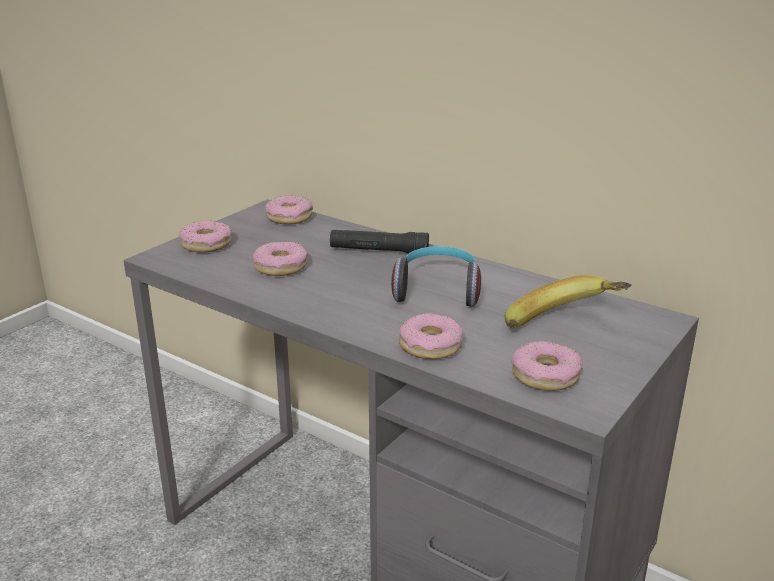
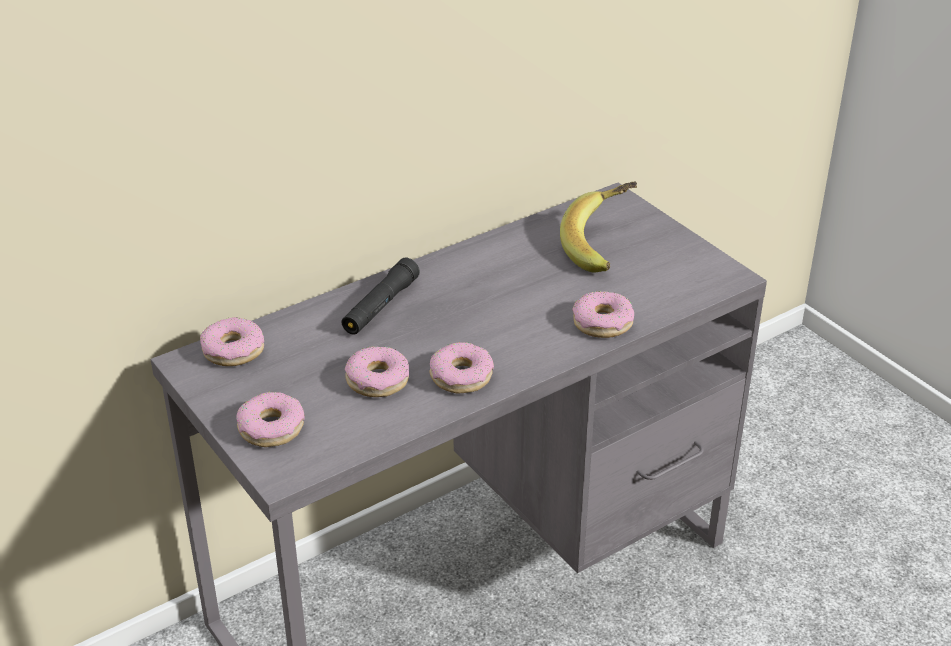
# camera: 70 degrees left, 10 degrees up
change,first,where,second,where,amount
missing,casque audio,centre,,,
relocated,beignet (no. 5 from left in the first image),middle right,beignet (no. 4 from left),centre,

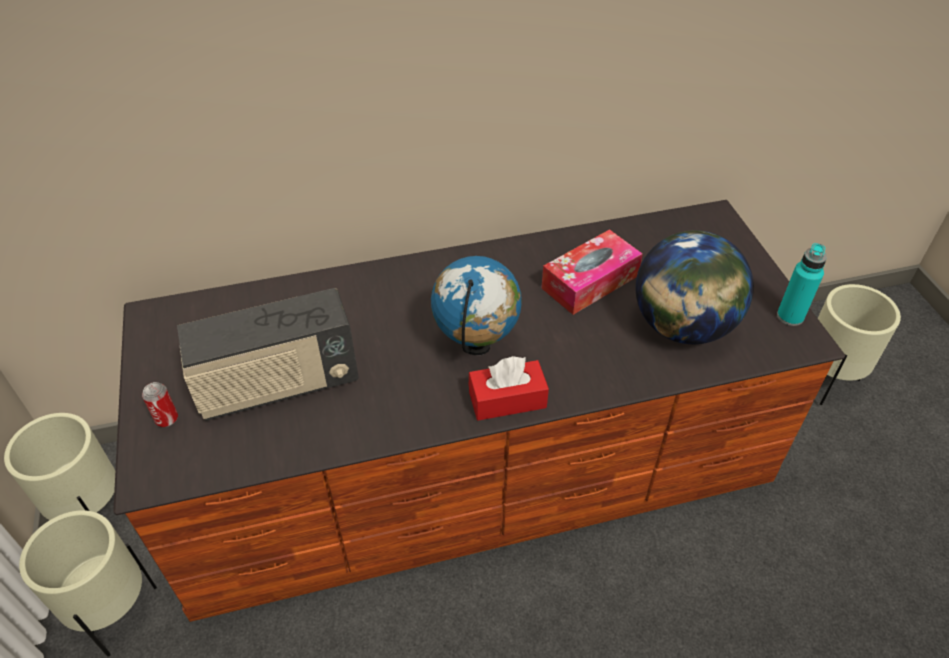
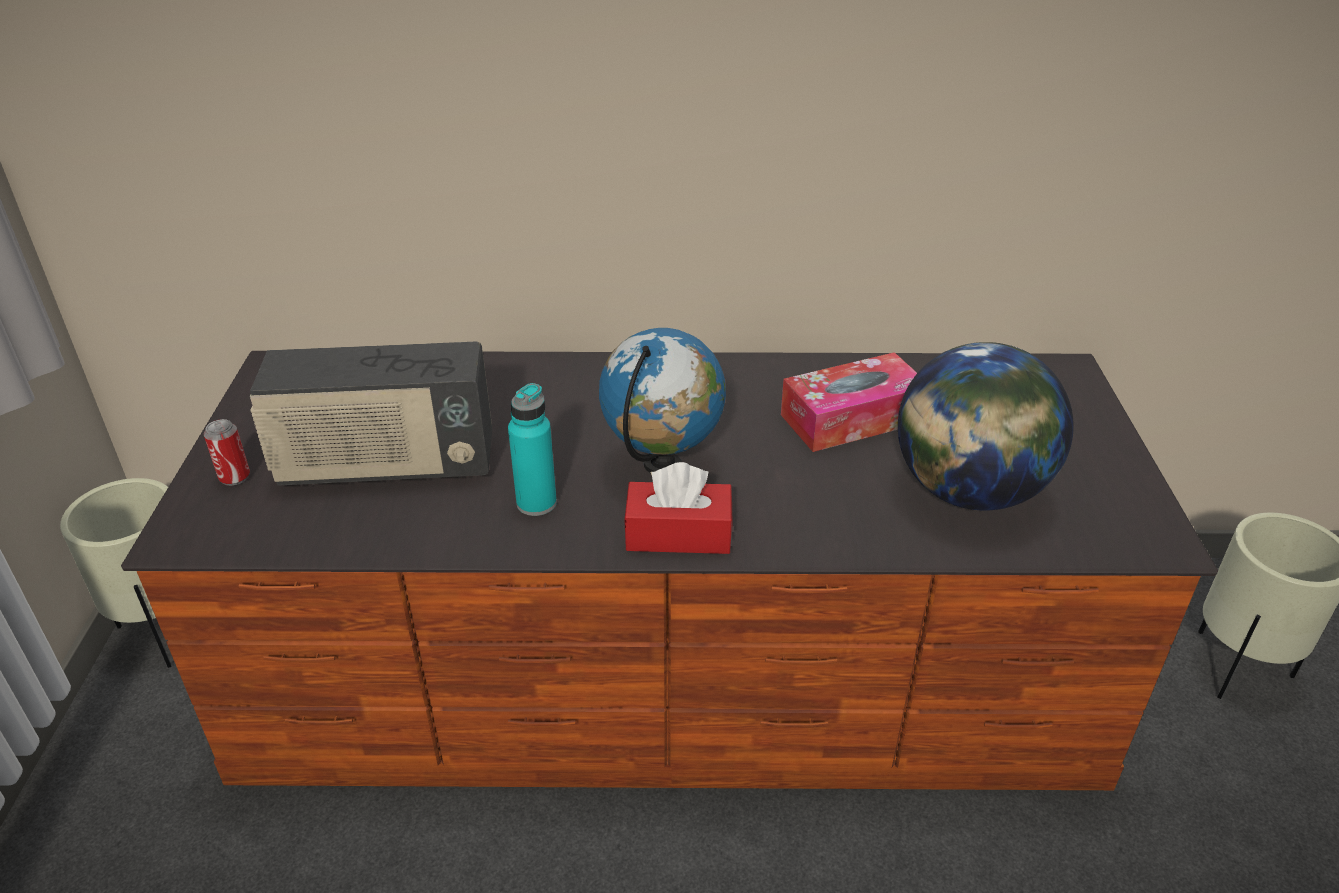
# camera: 15 degrees right, 10 degrees down
change,first,where,second,where,amount
missing,cache-pot [beige] (no. 2 from left),bottom left,,,
relocated,bouteille [turquoise],middle right,,centre,

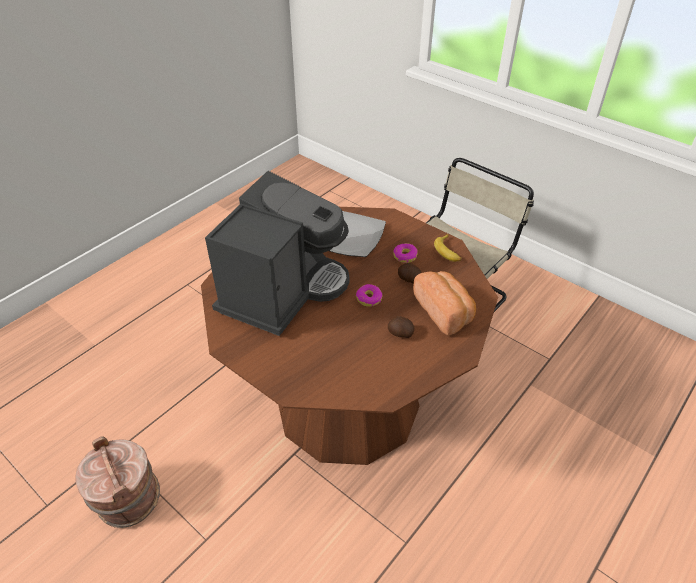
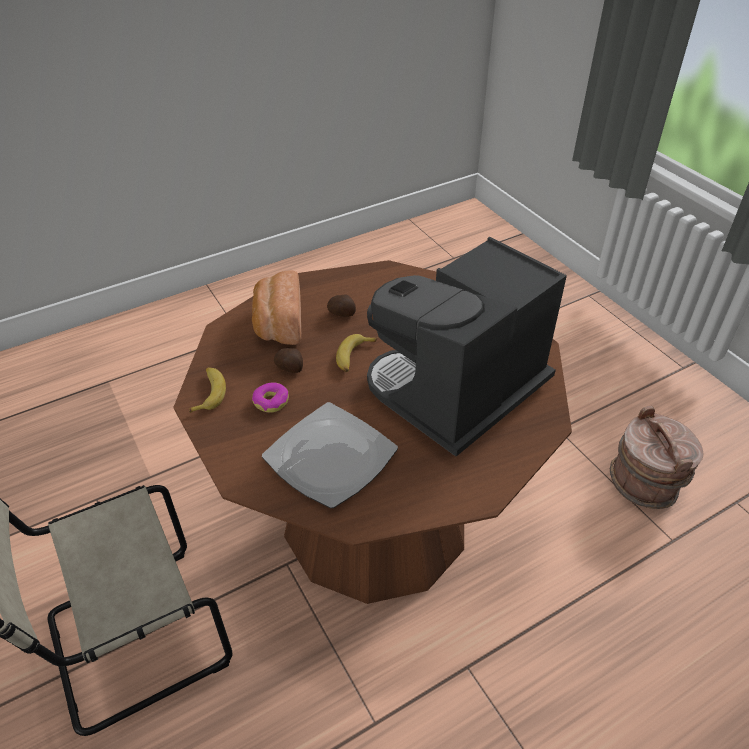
# camera: 160 degrees left, 0 degrees up
change,first,where,second,where,amount
exchanged,beignet (no. 1 from left),centre,banane (no. 2 from left),centre,

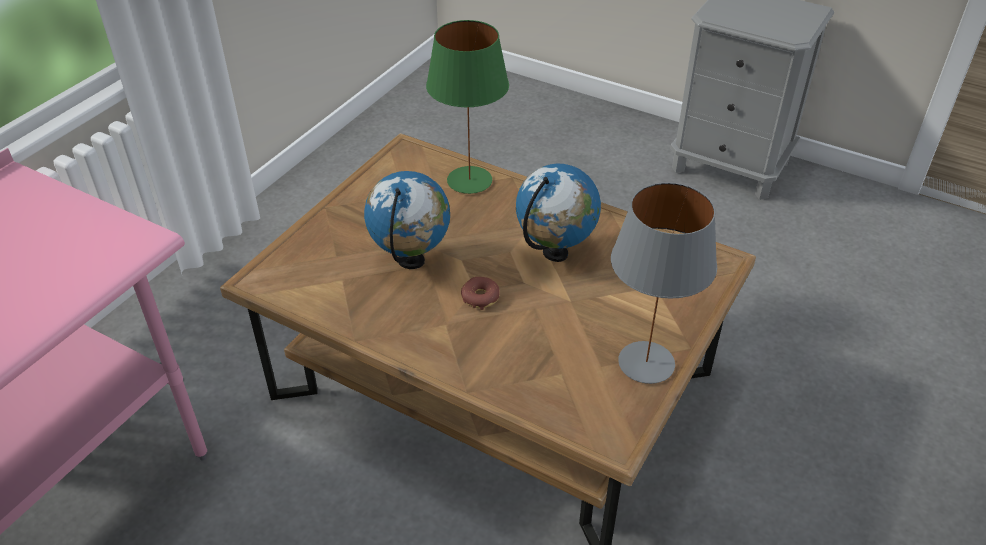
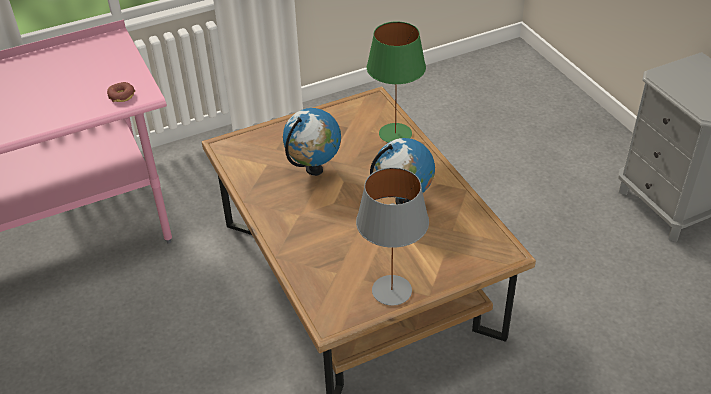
# camera: 35 degrees right, 0 degrees up
change,first,where,second,where,amount
relocated,beignet,centre,,top left,

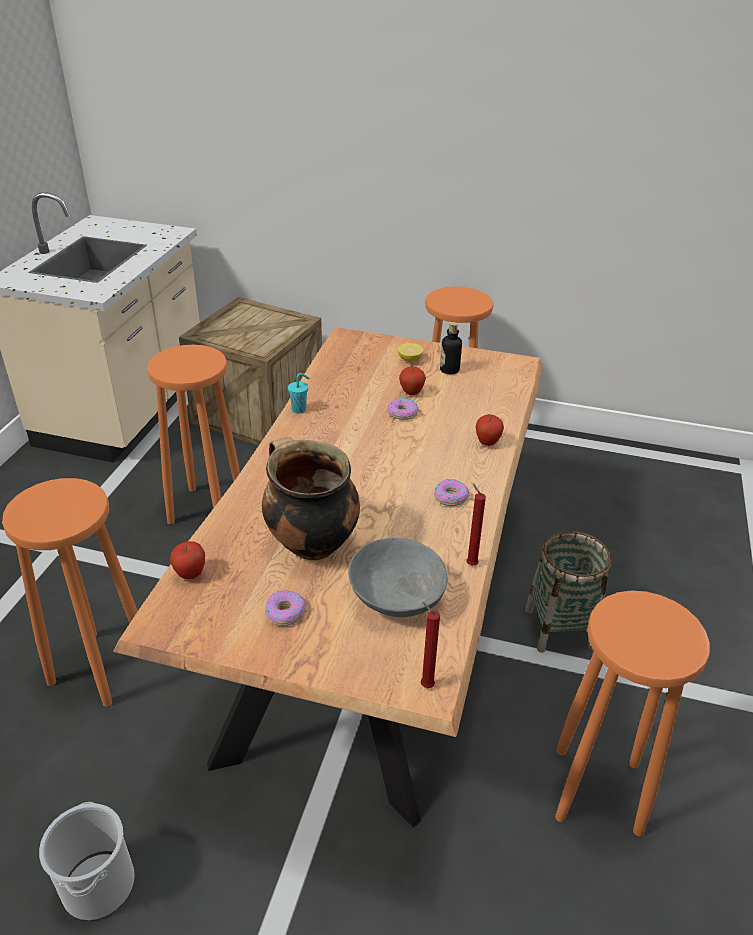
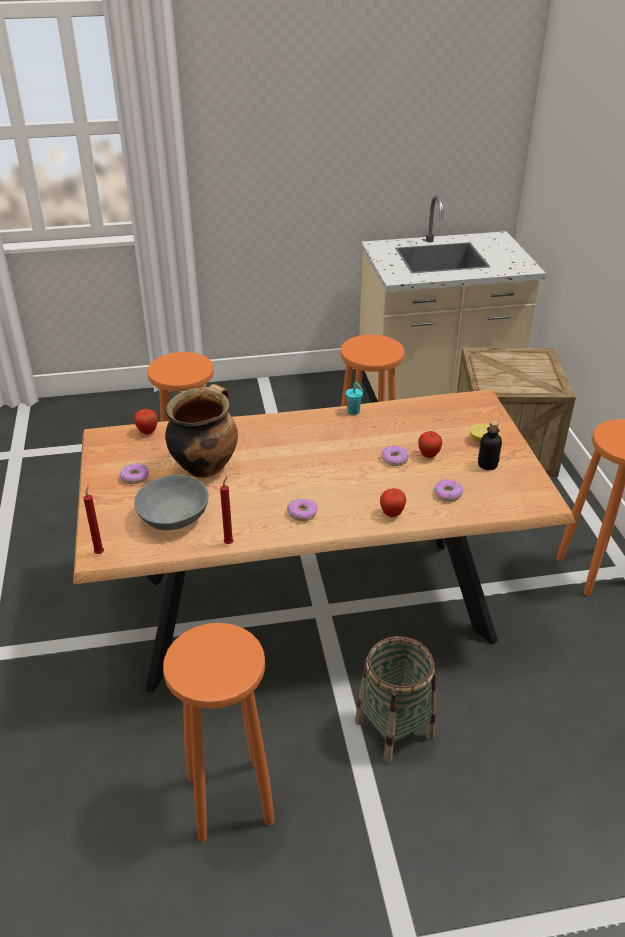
# camera: 65 degrees right, 0 degrees up
change,first,where,second,where,amount
missing,seau,bottom left,,,
appeared,,,beignet (no. 4 from left),middle right,

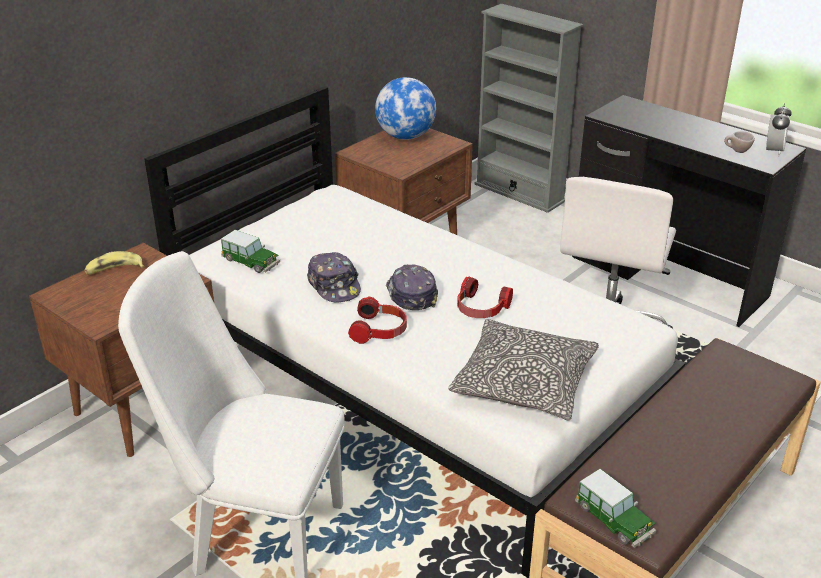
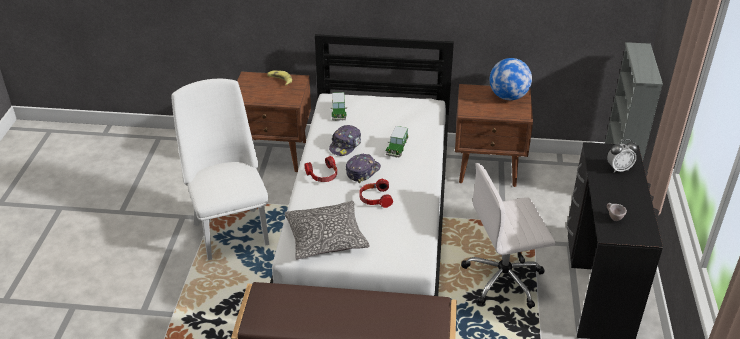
# camera: 55 degrees right, 5 degrees up
change,first,where,second,where,amount
relocated,petite voiture (no. 2 from left),bottom right,,centre,
relocated,réveil,top right,,middle right,

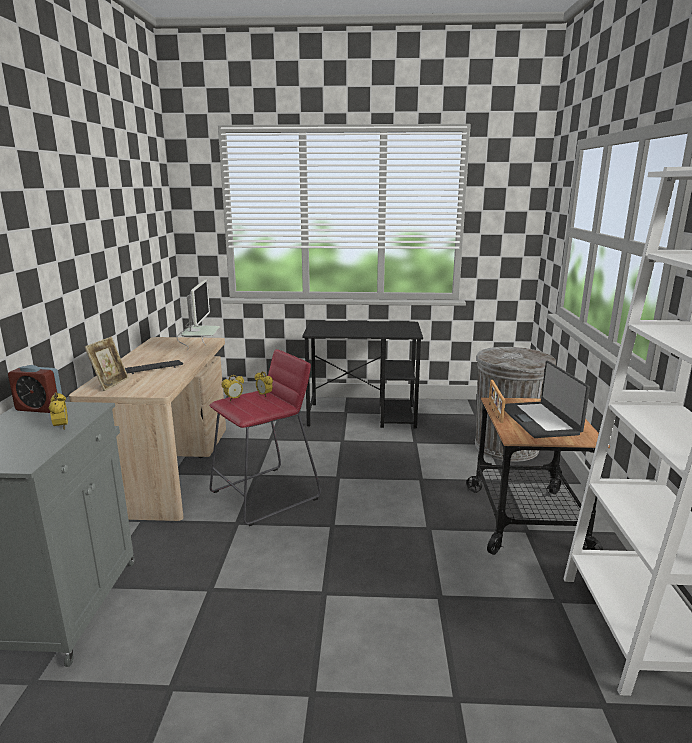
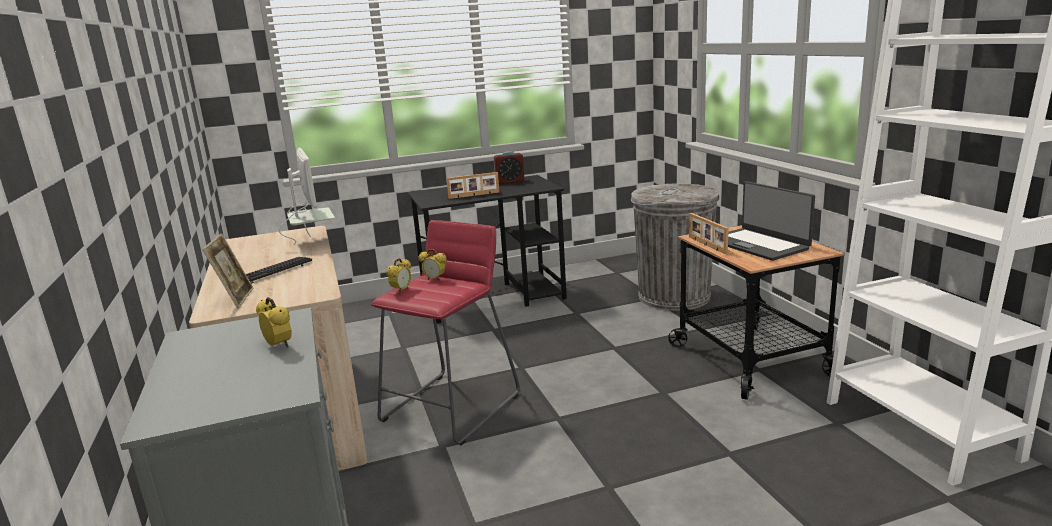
# camera: 20 degrees left, 0 degrees up
change,first,where,second,where,amount
appeared,,,cadre photo (no. 2 from left),centre,
relocated,réveil (no. 1 from left in the first image),middle left,réveil (no. 4 from left),top centre,

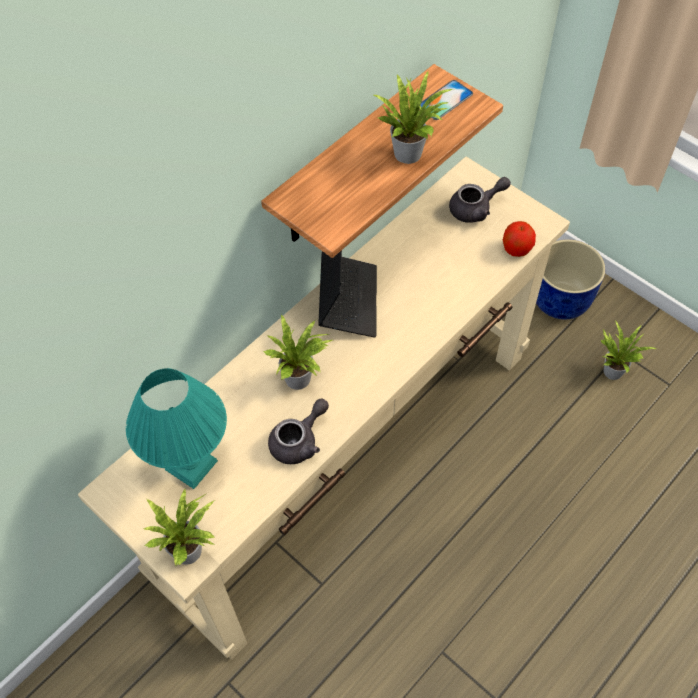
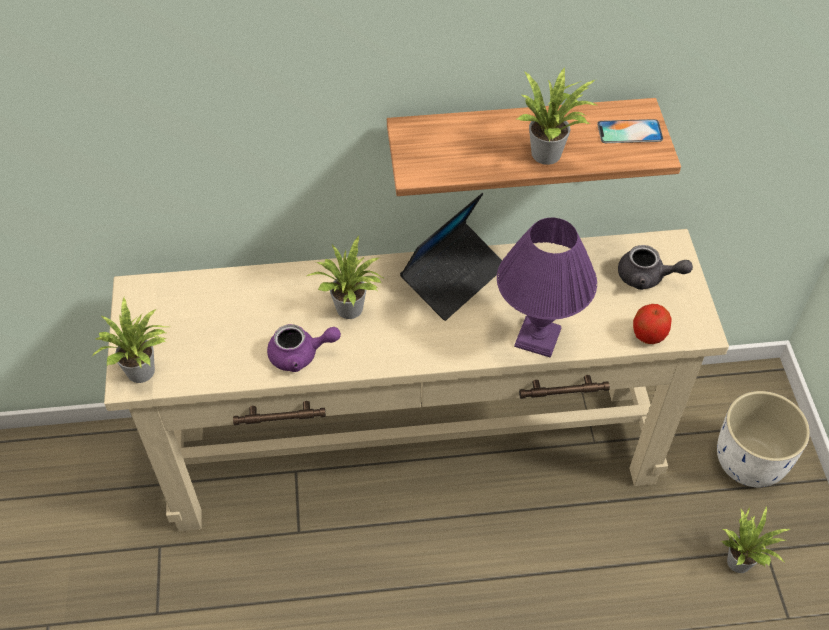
# camera: 40 degrees right, 5 degrees down
change,first,where,second,where,amount
missing,lampe de table [turquoise],middle left,,,
appeared,,,lampe de table [violet],centre,
colour,théière [gris] (no. 1 from left),centre,théière [violet],centre,
colour,cache-pot [bleu],middle right,cache-pot [blanc],bottom right,

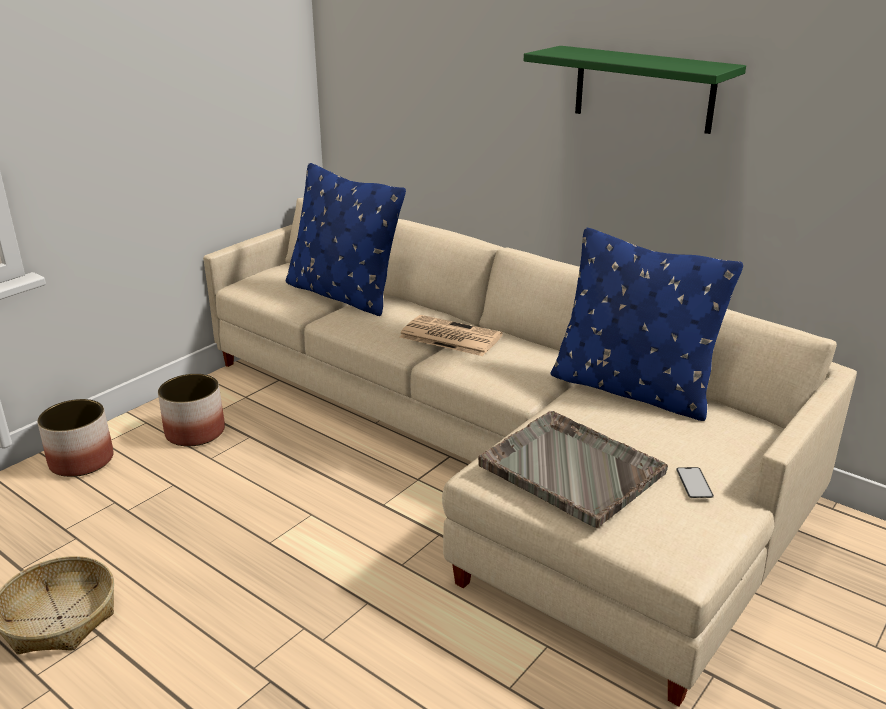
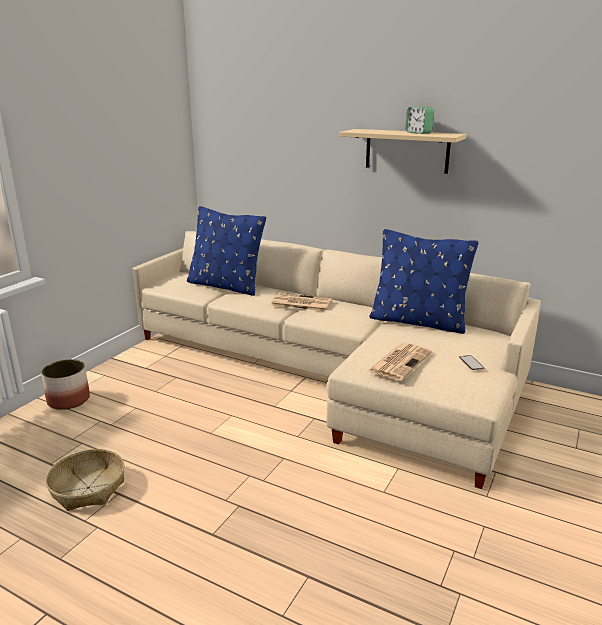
# camera: 10 degrees left, 5 degrees down
change,first,where,second,where,amount
missing,cache-pot (no. 2 from left),middle left,,,
appeared,,,réveil,top right,
exchanged,plateau [gris],centre,journal (no. 2 from left),centre,
colour,étagère [vert],top right,étagère [beige],top right,

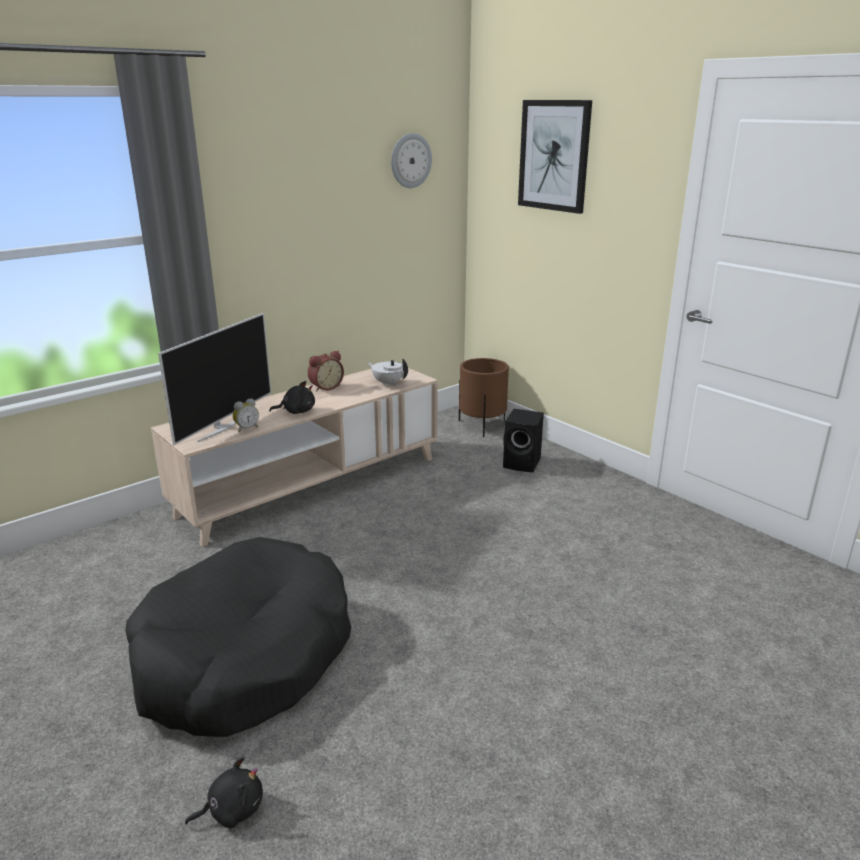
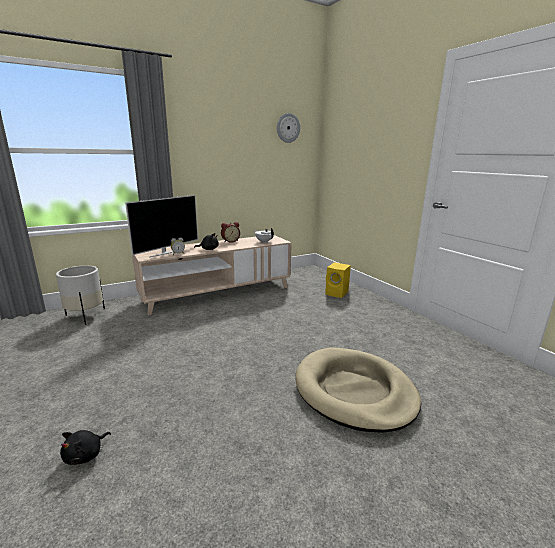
# camera: 10 degrees right, 5 degrees down
change,first,where,second,where,amount
missing,panier pour chien [noir],bottom left,,,
missing,cache-pot [marron],centre,,,
missing,tableau,top centre,,,
appeared,,,cache-pot [blanc],middle left,
appeared,,,panier pour chien [beige],bottom centre,
colour,enceinte [noir],centre,enceinte [jaune],centre,
spun,peluche [noir] (no. 1 from left),bottom left,,bottom left,135 degrees clockwise

